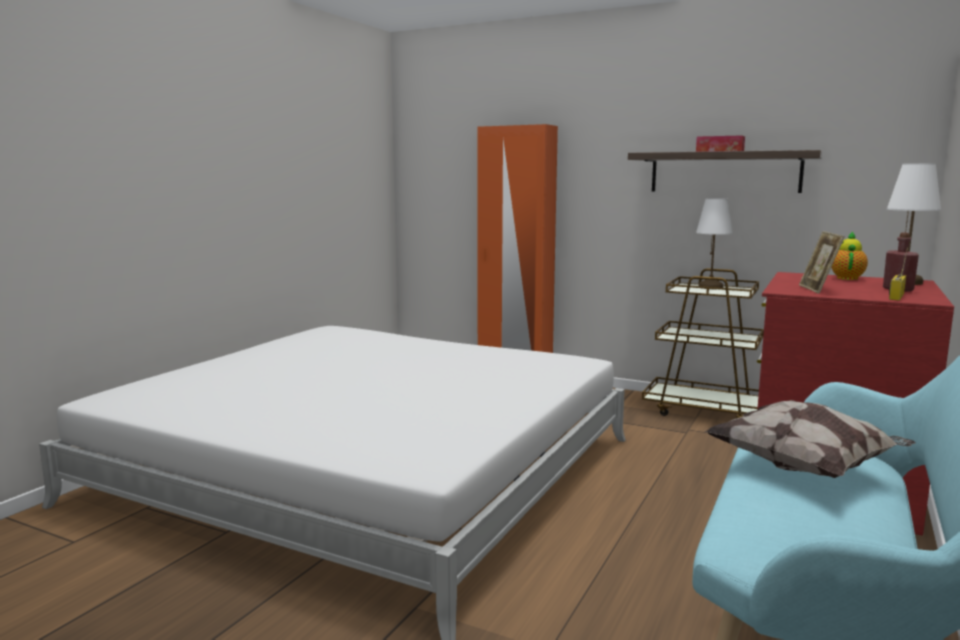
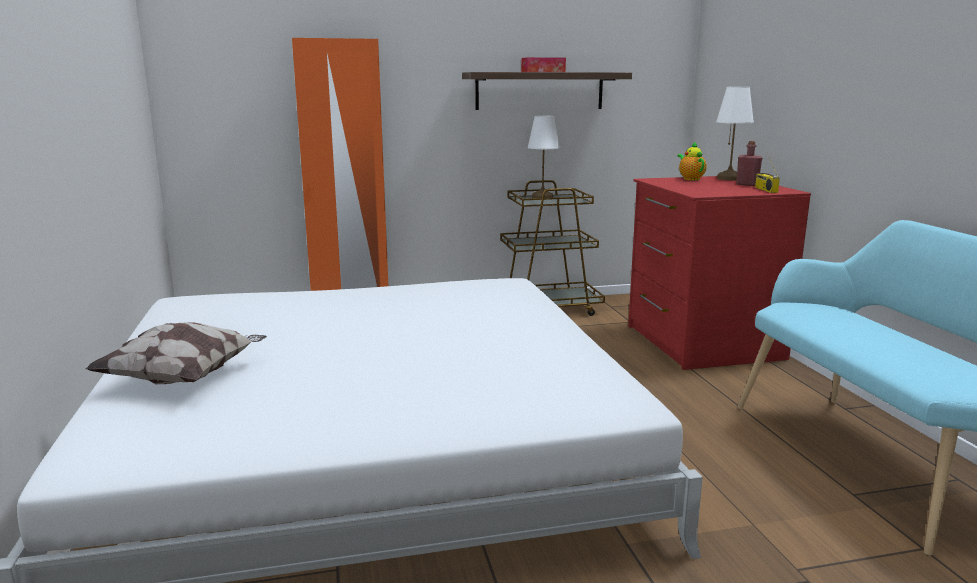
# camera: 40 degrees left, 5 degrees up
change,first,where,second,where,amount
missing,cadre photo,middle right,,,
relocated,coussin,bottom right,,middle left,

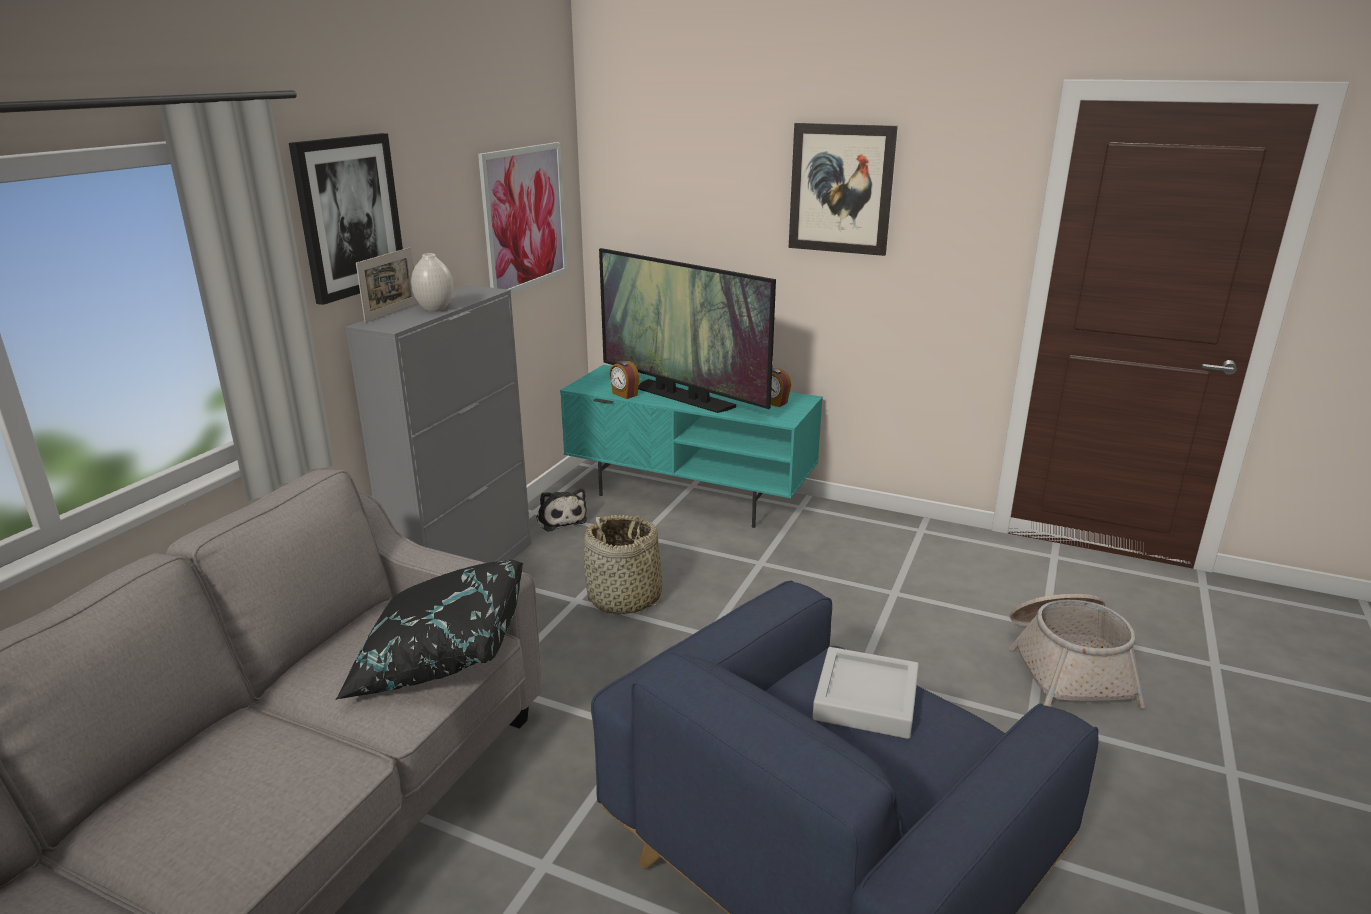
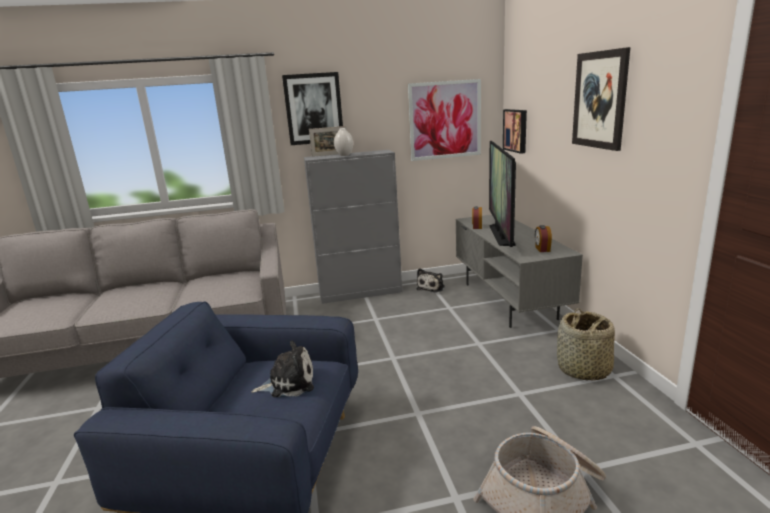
# camera: 55 degrees right, 5 degrees down
change,first,where,second,where,amount
missing,coussin [noir],bottom left,,,
appeared,,,tableau (no. 3 from left),top right,
relocated,panier (no. 1 from left in the first image),centre,panier (no. 2 from left),bottom right,
exchanged,plateau [gris],bottom centre,peluche (no. 1 from left),bottom centre,
colour,meuble télé [turquoise],centre,meuble télé [gris],middle right,

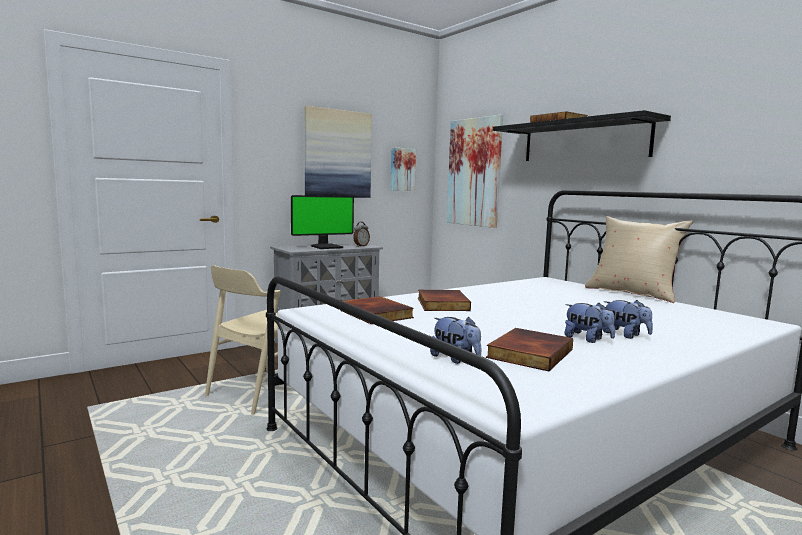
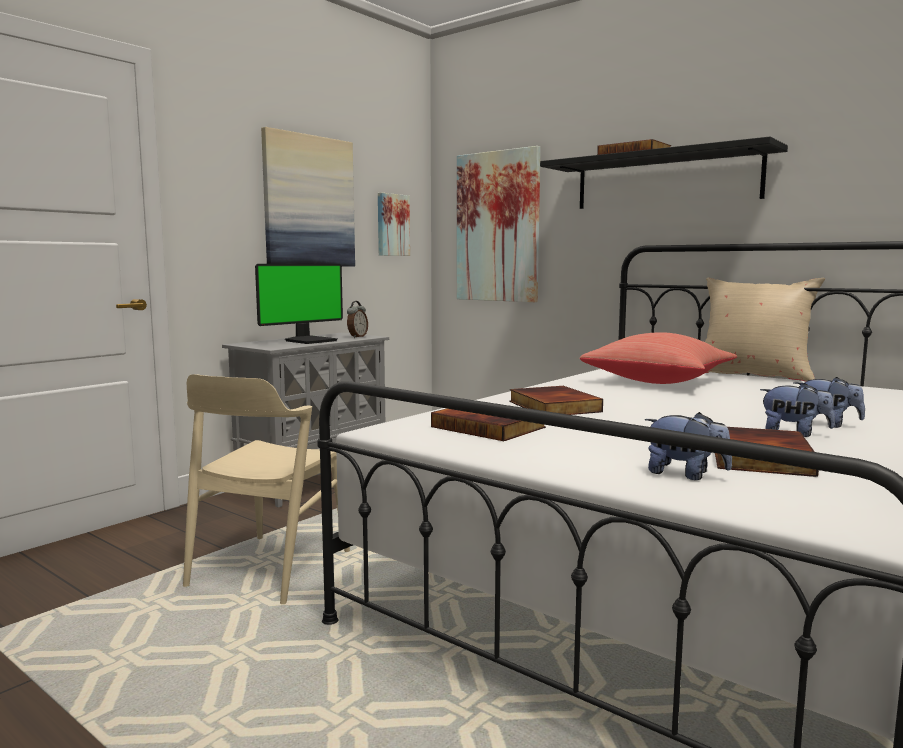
# camera: 15 degrees left, 0 degrees up
change,first,where,second,where,amount
appeared,,,coussin [rouge],middle right,

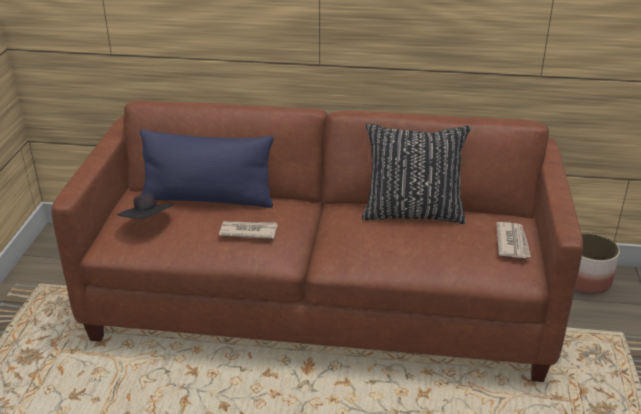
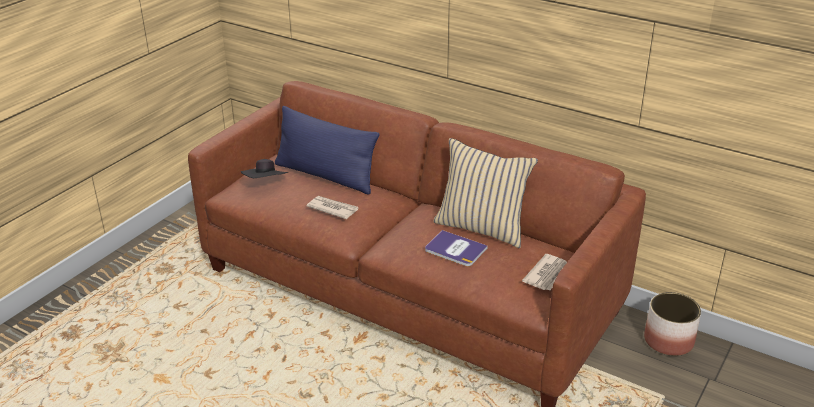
# camera: 25 degrees right, 0 degrees up
change,first,where,second,where,amount
appeared,,,livre,centre,
colour,coussin [noir],centre,coussin [beige],centre,

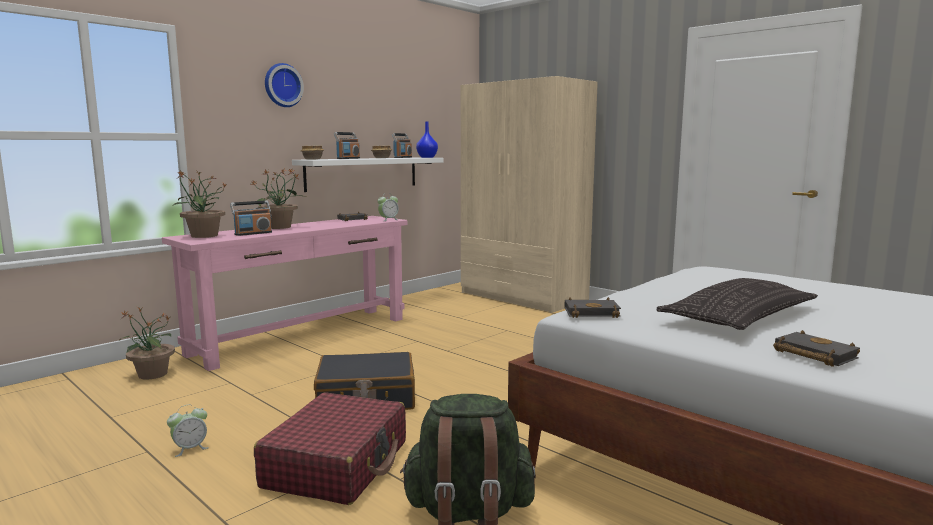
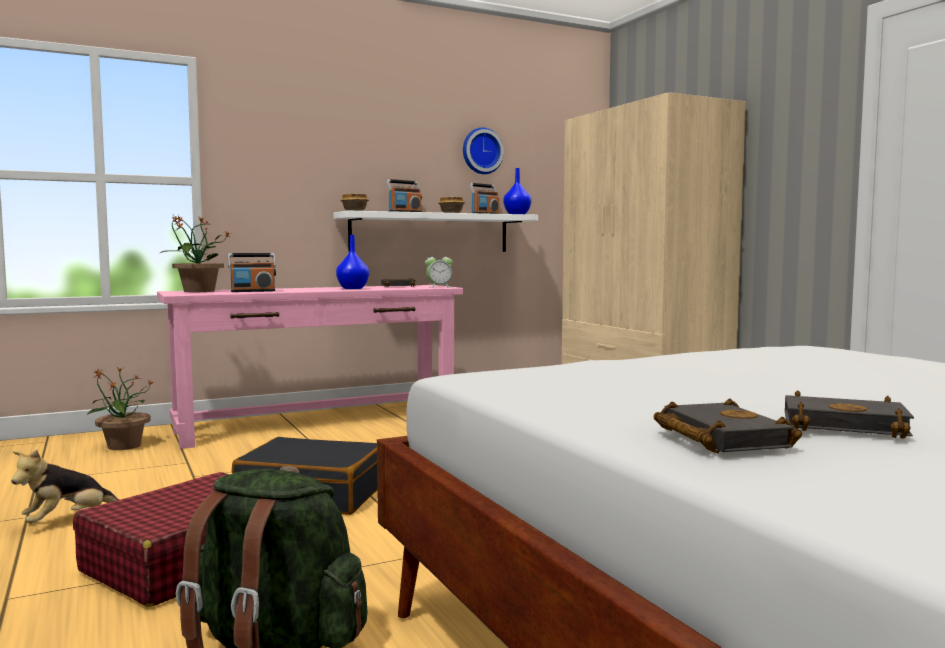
# camera: 20 degrees right, 5 degrees down
change,first,where,second,where,amount
missing,plante en pot (no. 3 from left),middle left,,,
missing,coussin,middle right,,,
appeared,,,vase [bleu] (no. 1 from left),centre,
relocated,horloge murale,top left,,top centre,
relocated,livre [noir] (no. 2 from left in the first image),centre,livre [noir] (no. 3 from left),middle right,
exchanged,réveil (no. 1 from left),bottom left,peluche,bottom left,

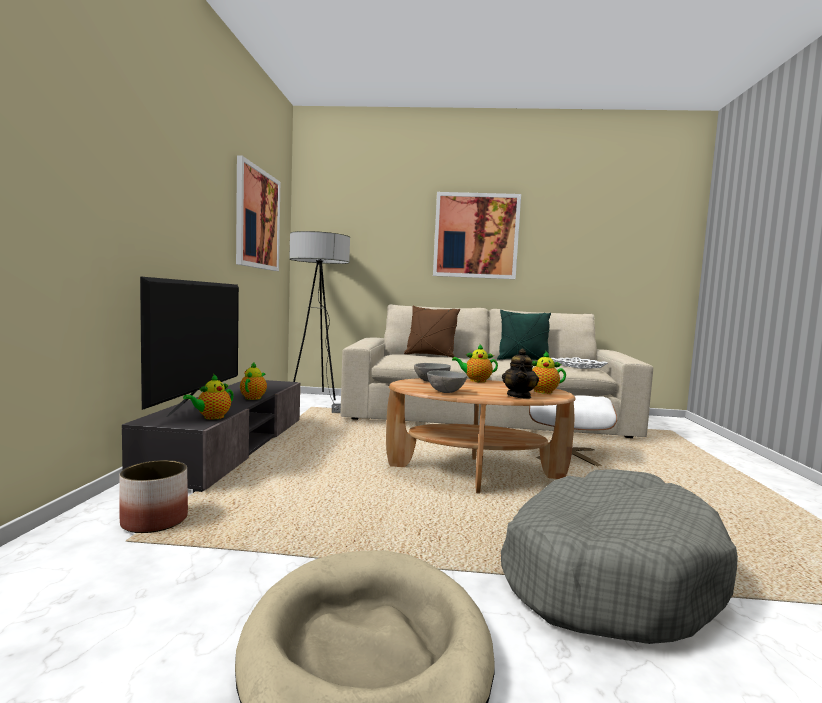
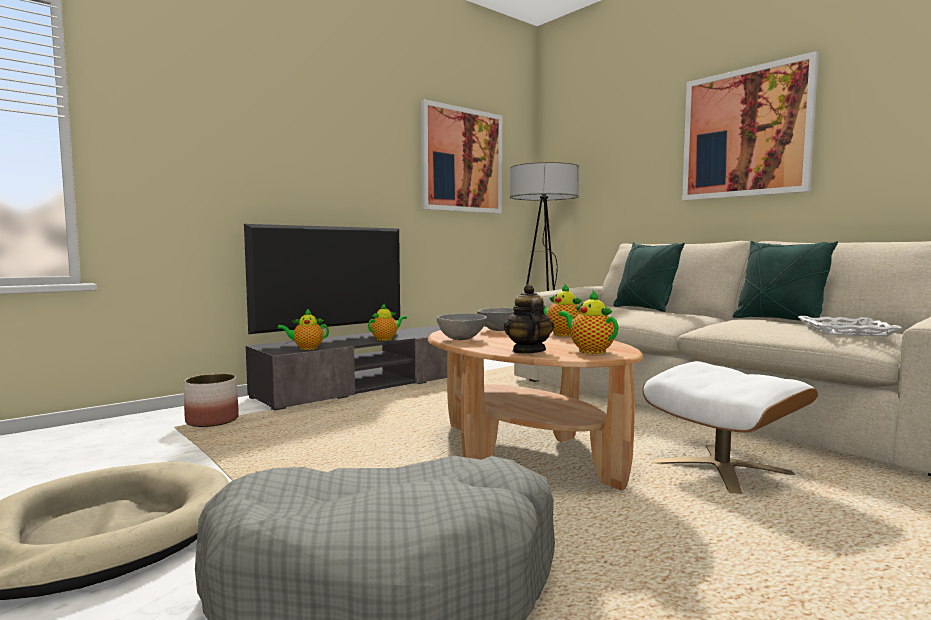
# camera: 45 degrees right, 0 degrees up
change,first,where,second,where,amount
colour,coussin [marron],centre,coussin [vert] (no. 1 from left),middle right,
spun,théière (no. 4 from left in the first image),centre,théière (no. 3 from left),centre,120 degrees clockwise

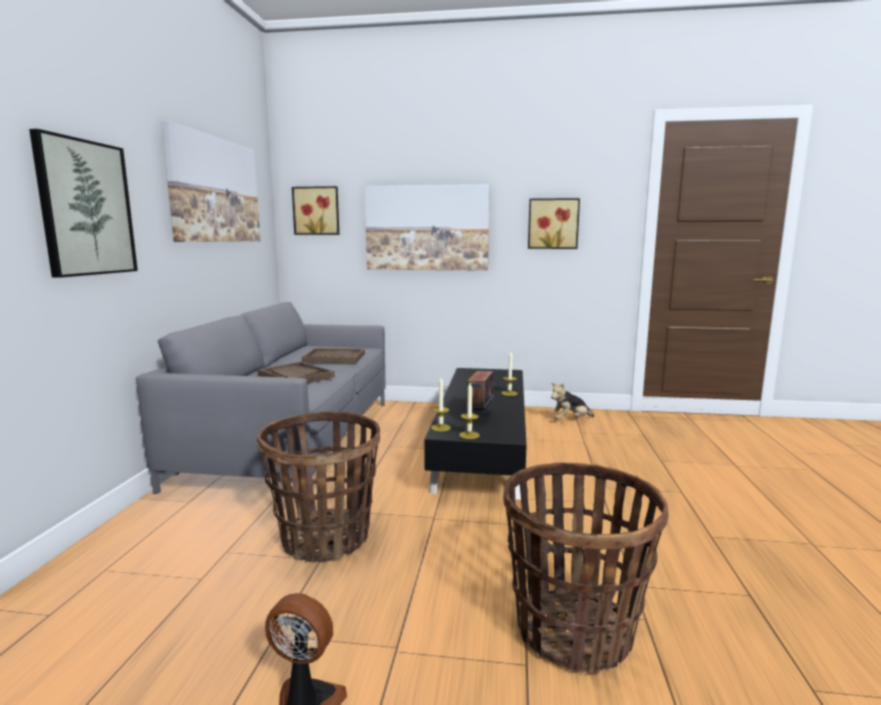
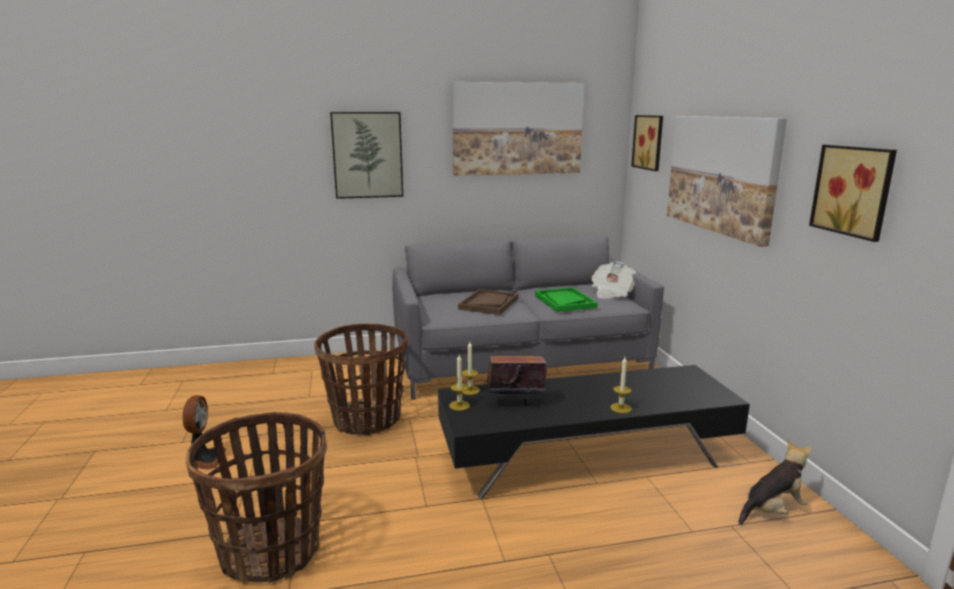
# camera: 70 degrees right, 5 degrees up
change,first,where,second,where,amount
appeared,,,journal,centre,
colour,plateau [marron] (no. 2 from left),centre,plateau [vert],centre,
spun,peluche,centre,,bottom right,105 degrees clockwise

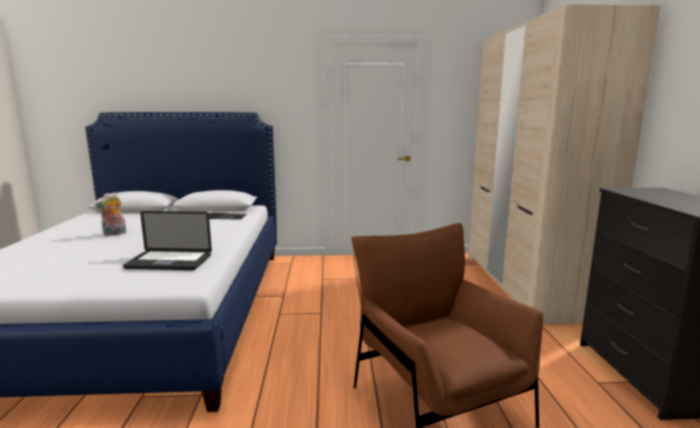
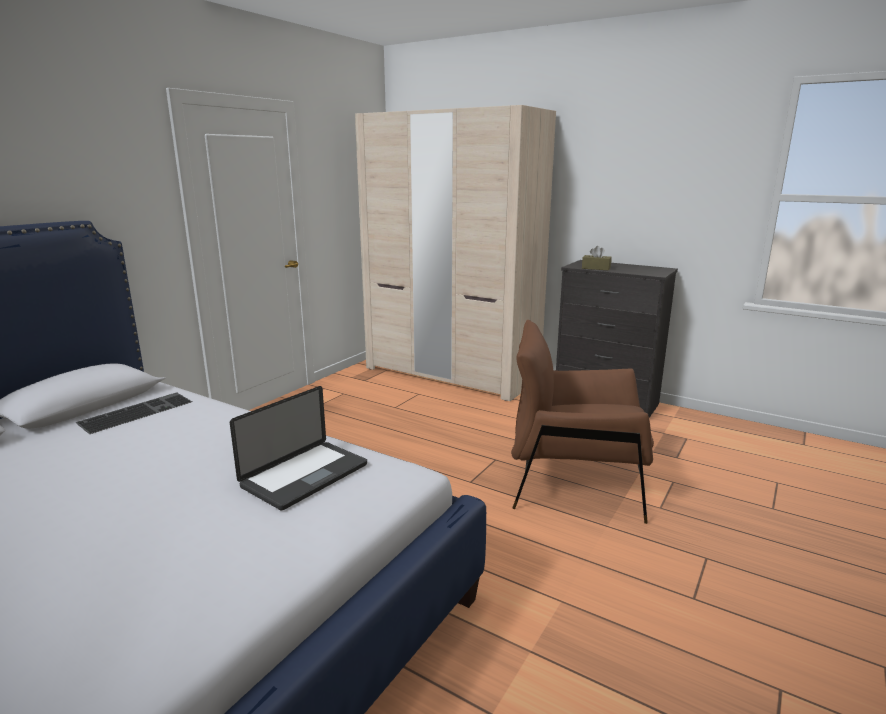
# camera: 55 degrees left, 5 degrees up
change,first,where,second,where,amount
missing,peluche,middle left,,,
appeared,,,boîte à mouchoirs [marron],middle right,

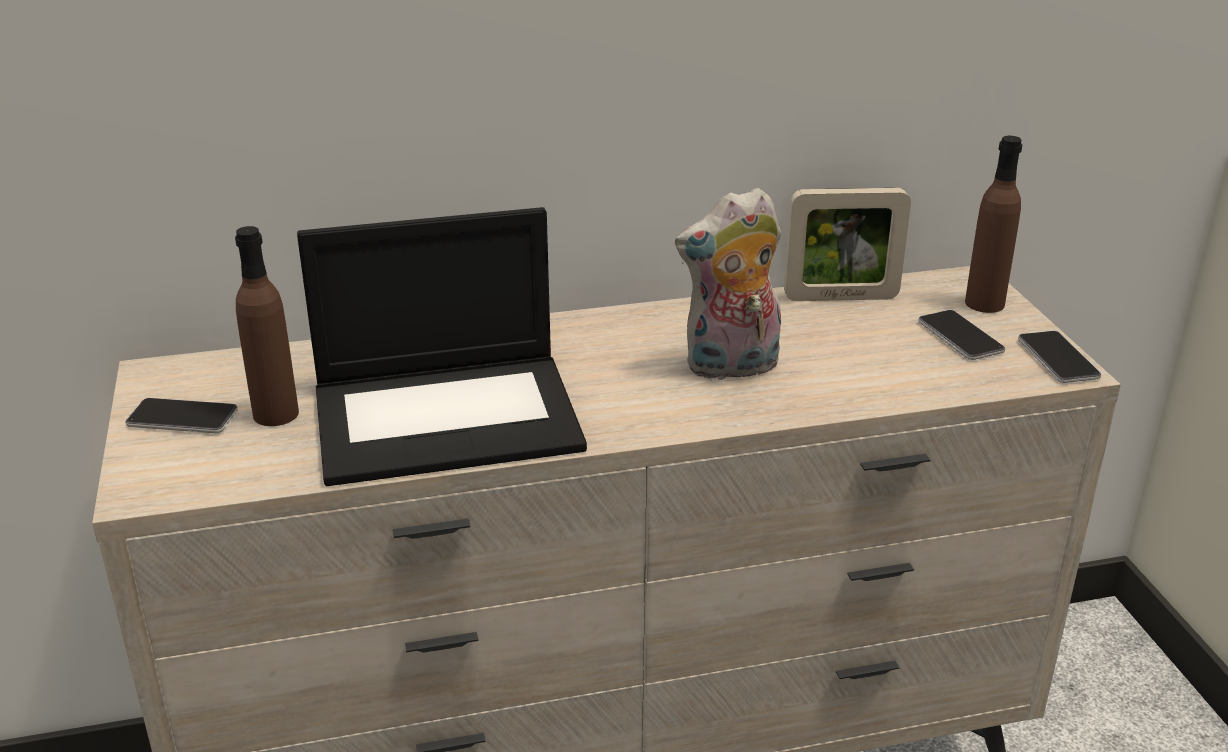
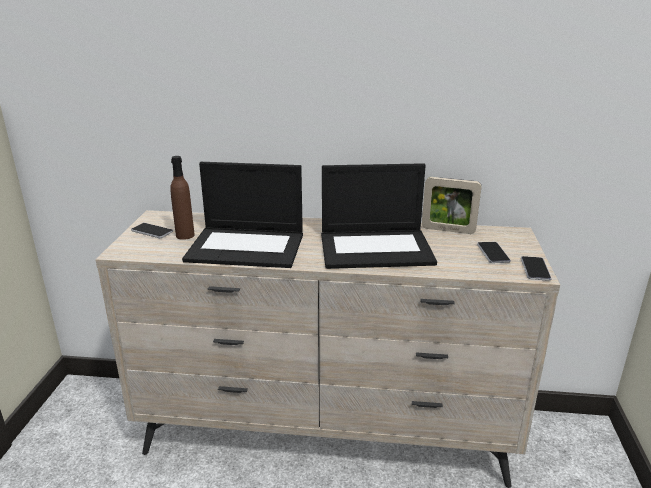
# camera: 20 degrees right, 5 degrees down
change,first,where,second,where,amount
missing,bouteille [marron] (no. 2 from left),top right,,,
exchanged,peluche,centre,ordinateur portable (no. 2 from left),centre,

